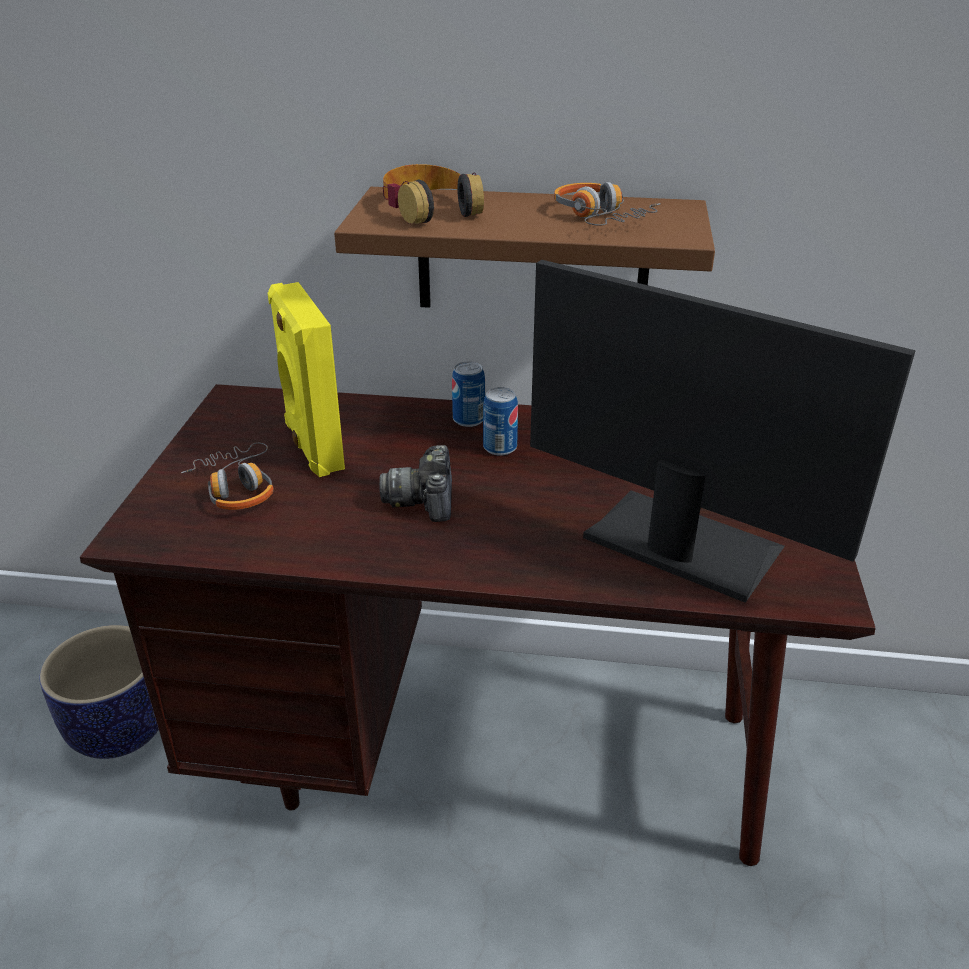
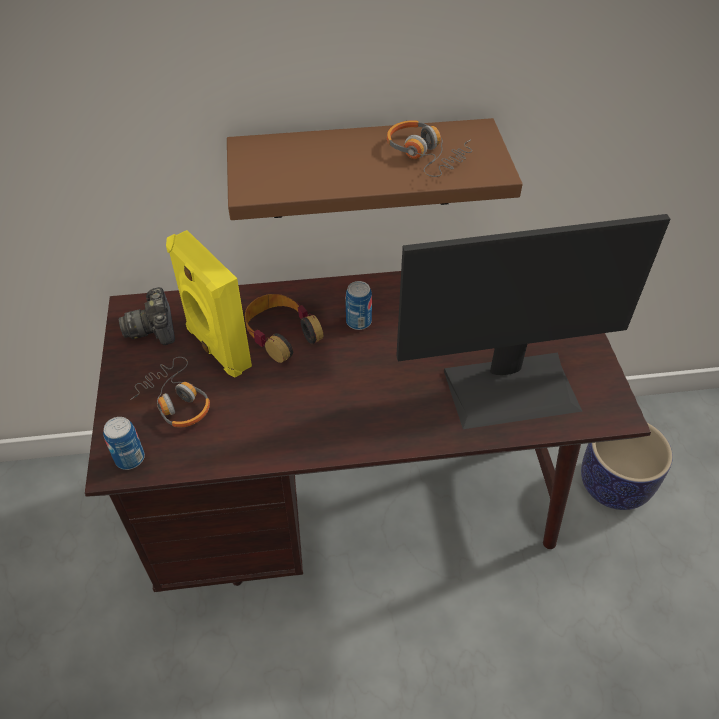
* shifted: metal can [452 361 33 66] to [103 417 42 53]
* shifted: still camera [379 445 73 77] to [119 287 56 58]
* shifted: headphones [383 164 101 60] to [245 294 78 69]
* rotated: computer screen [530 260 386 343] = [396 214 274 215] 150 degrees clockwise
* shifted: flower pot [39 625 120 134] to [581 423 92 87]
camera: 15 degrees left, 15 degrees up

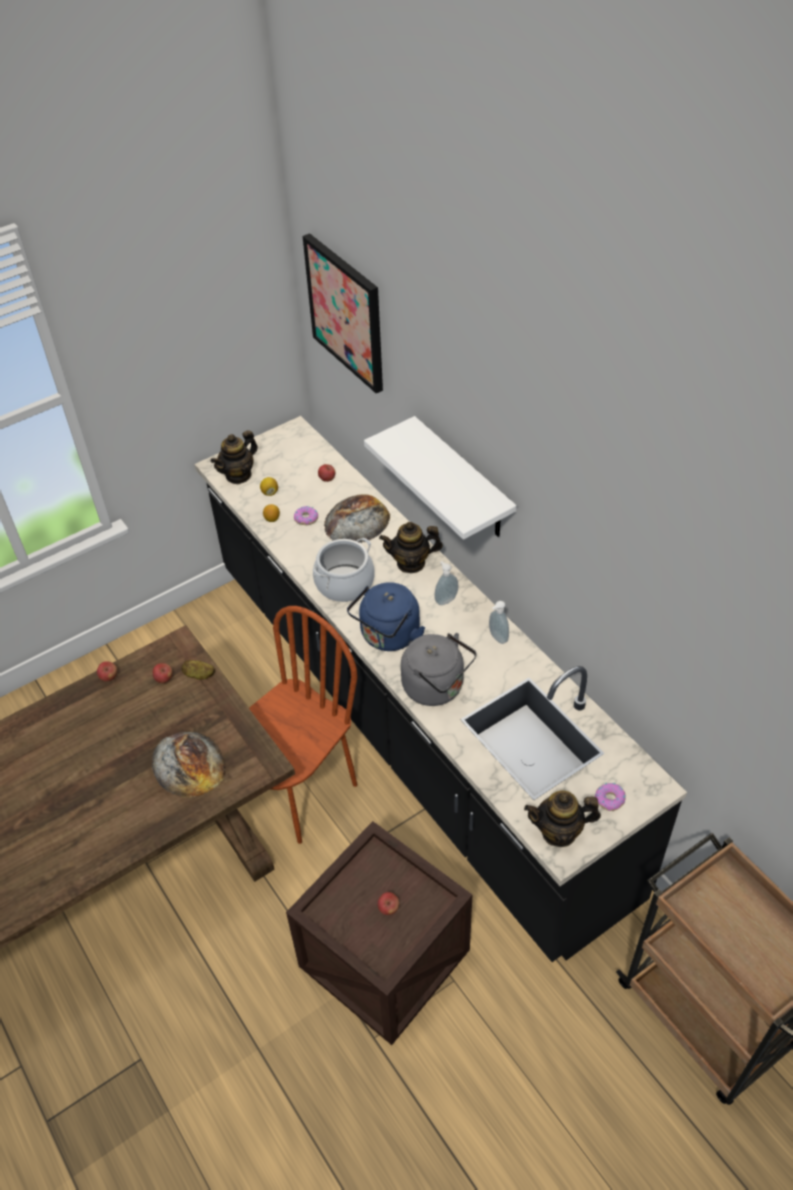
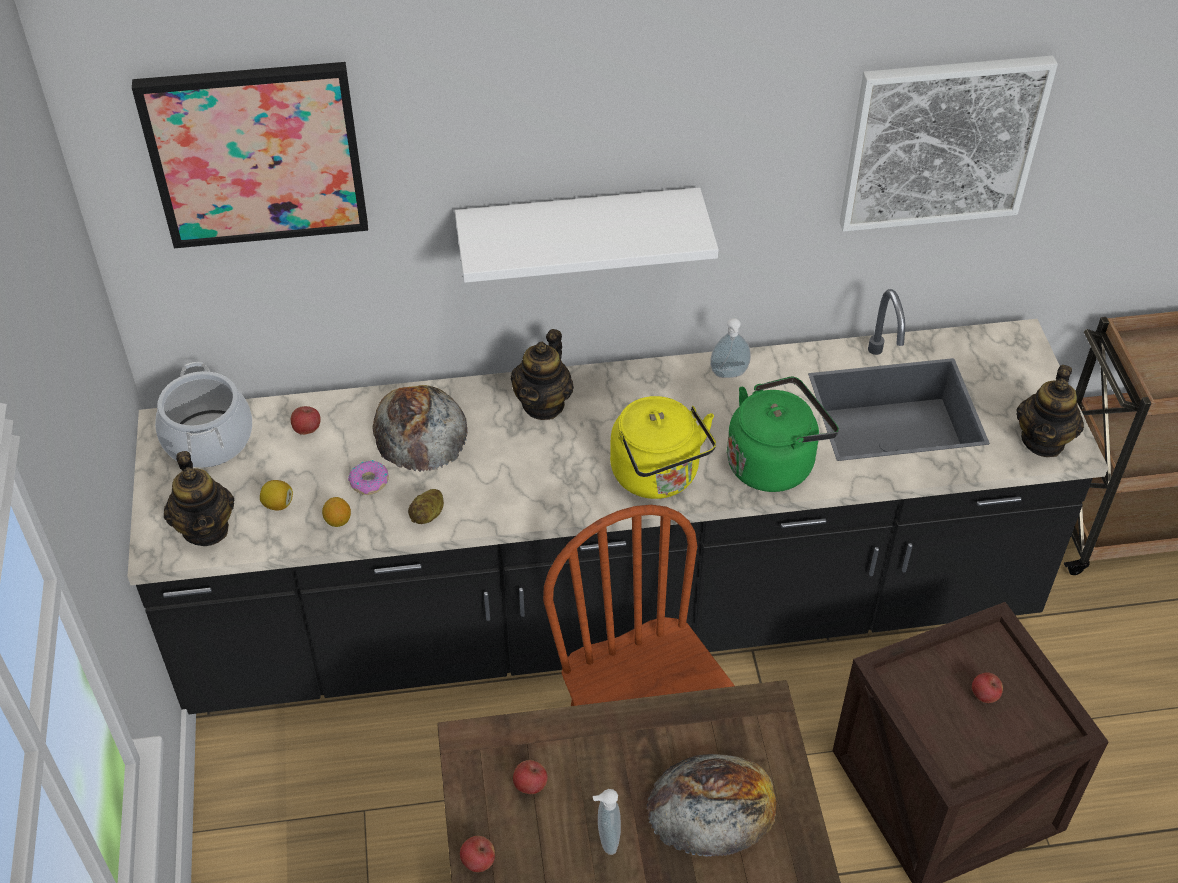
* shifted: saucepot [313 538 62 64] to [155 362 97 106]
* shifted: whole potato [181 660 34 20] to [408 489 36 35]
* shifted: liquid soap bottle [434 561 24 44] to [593 789 28 66]
* repainted: tea kettle (blue) [347 582 78 69] to tea kettle (yellow) [610 396 106 103]
* repainted: tea kettle (gray) [401 633 76 73] to tea kettle (green-coloured) [727 376 112 116]
* new: picture [840 56 218 176]
* gone: doughnut [595 783 31 28]
camera: 65 degrees left, 0 degrees up

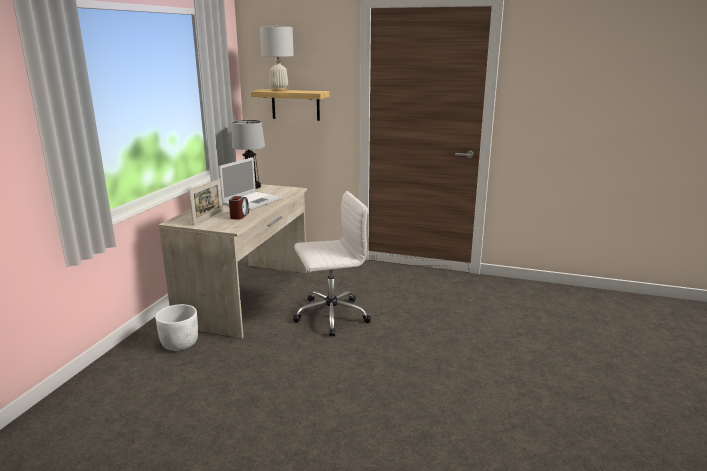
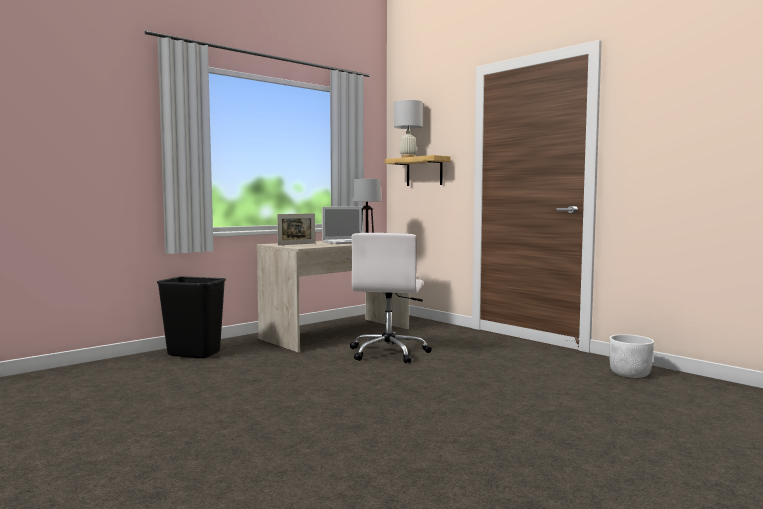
* new: trash can (black) [157 277 69 81]
* rotated: computer chair (white-coloured) [292 191 79 146] = [350 233 82 130] 90 degrees clockwise
* shifted: flower pot (white-coloured) [155 304 43 47] to [609 334 45 44]
* gone: bedside clock [229 196 20 24]
camera: 30 degrees right, 15 degrees down

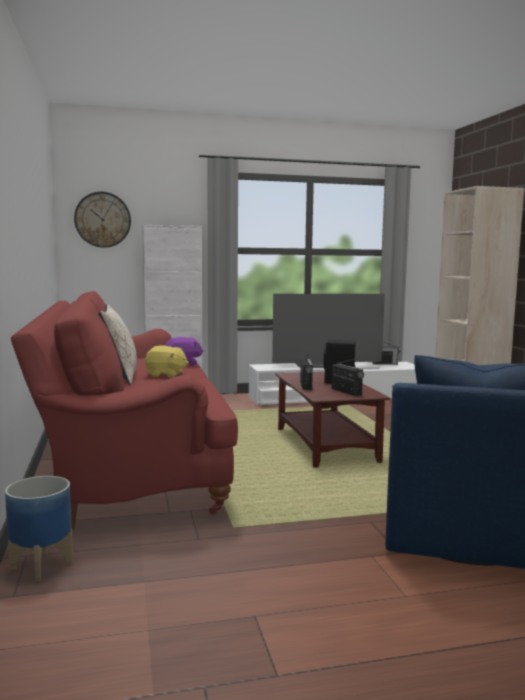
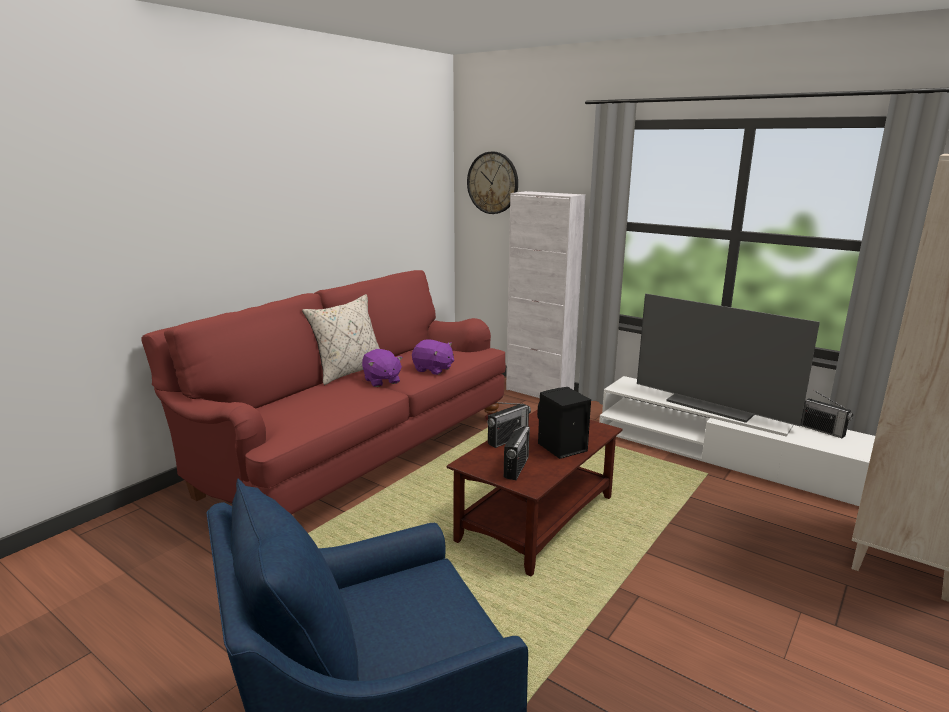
* repainted: soft toy (yellow) [145 346 44 32] to soft toy (purple-coloured) [362 349 41 38]
* gone: flower pot [5 476 68 106]
camera: 50 degrees right, 10 degrees up

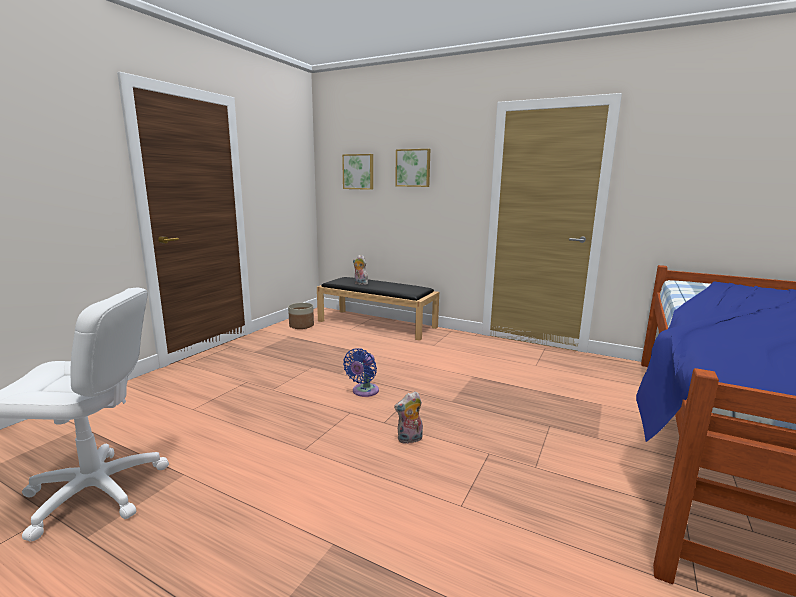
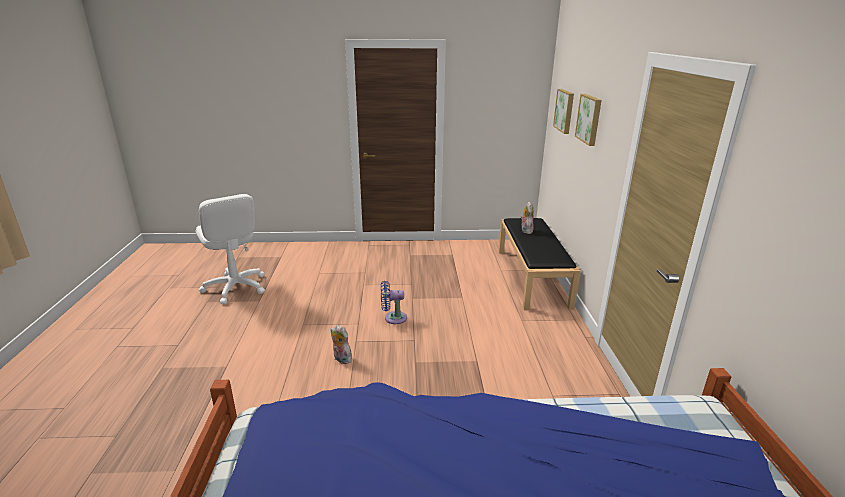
* gone: flower pot [288 303 26 26]
camera: 60 degrees right, 10 degrees up

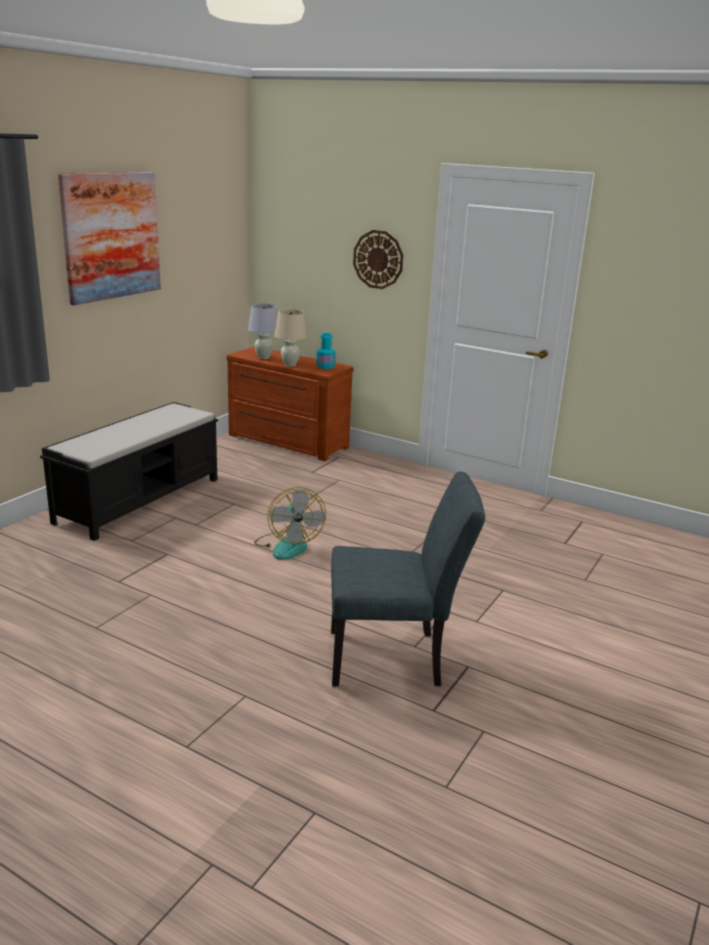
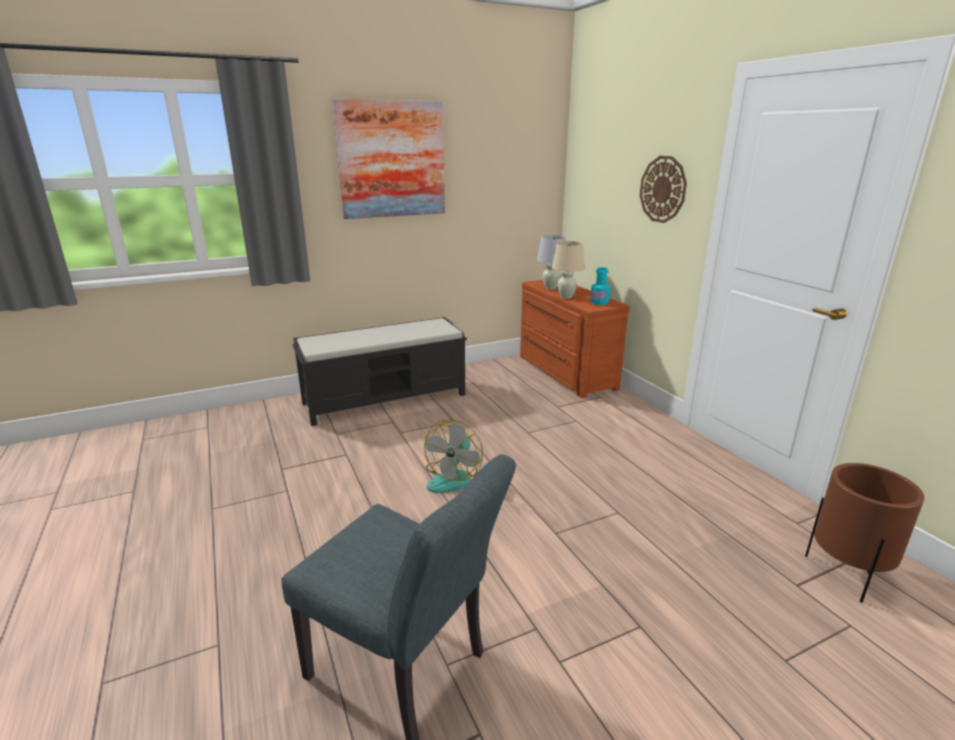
* new: flower pot (brown) [805 463 120 140]
camera: 35 degrees right, 0 degrees up

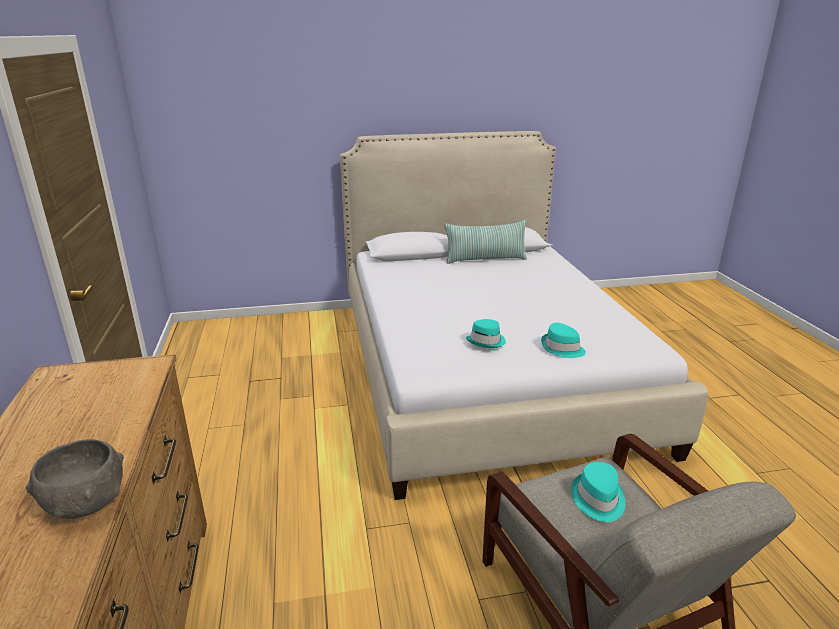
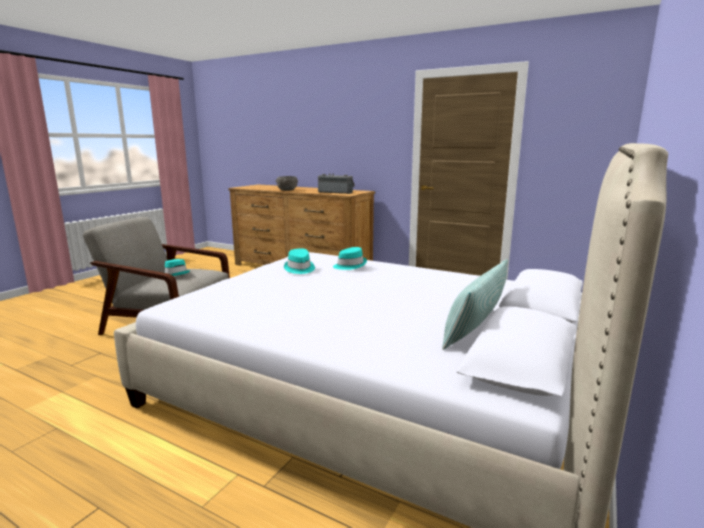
* new: radio receiver [318 173 37 21]
* shifted: wearable hat (turquoise) [541 323 45 35] to [333 247 34 23]
camera: 130 degrees right, 10 degrees down

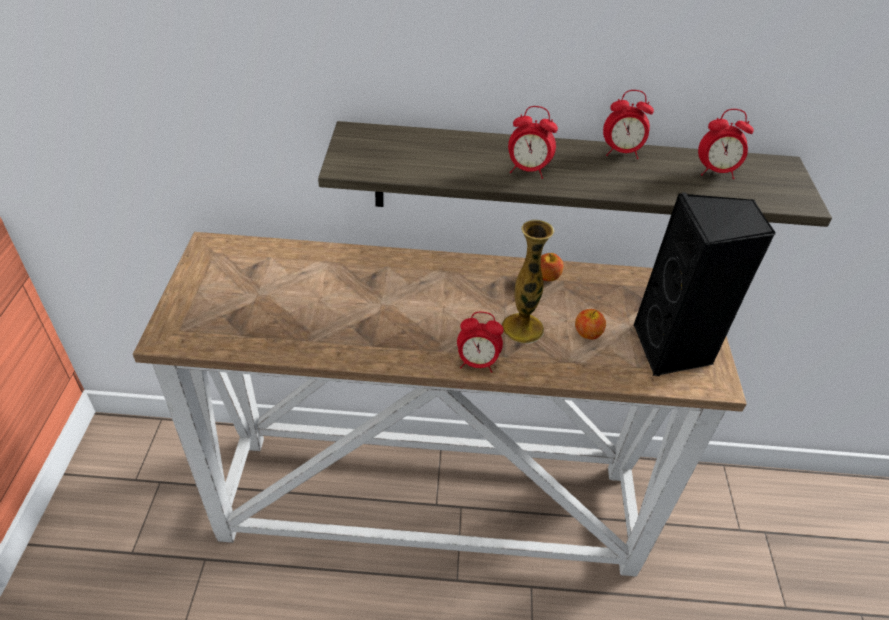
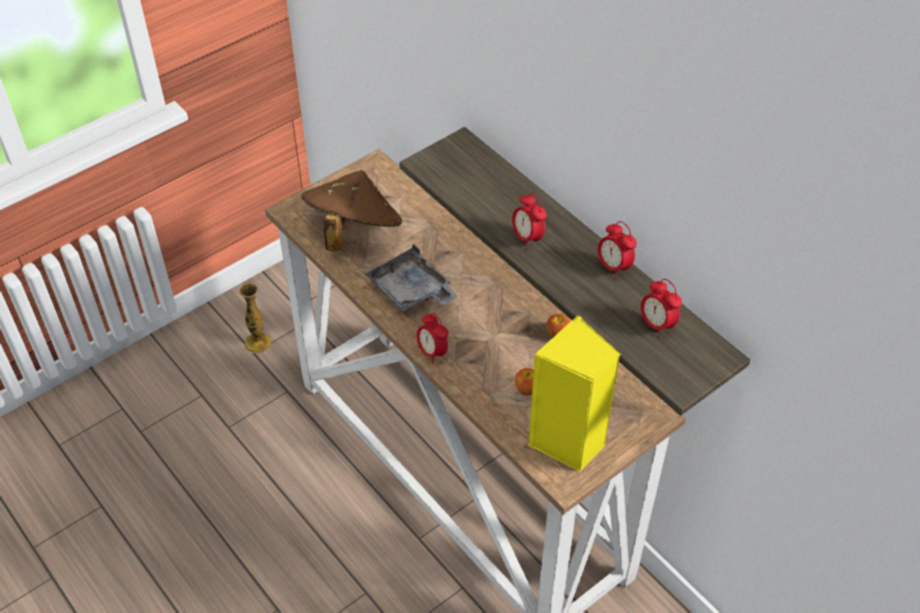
* shifted: decorative vase [501 220 54 124] to [239 283 32 70]
* new: wearable hat (brown) [301 170 101 82]
* new: carrying tray (gray) [365 244 92 67]
* repainted: loudspeaker (black) [633 193 143 183] to loudspeaker (yellow) [528 315 93 156]
camera: 50 degrees right, 5 degrees up

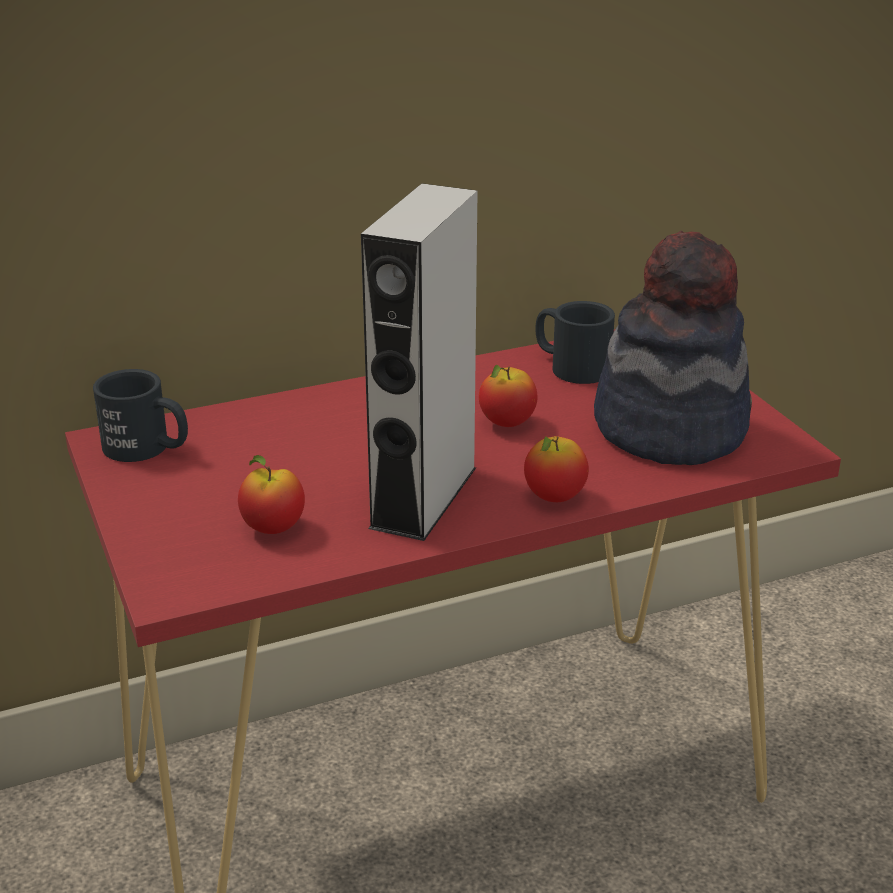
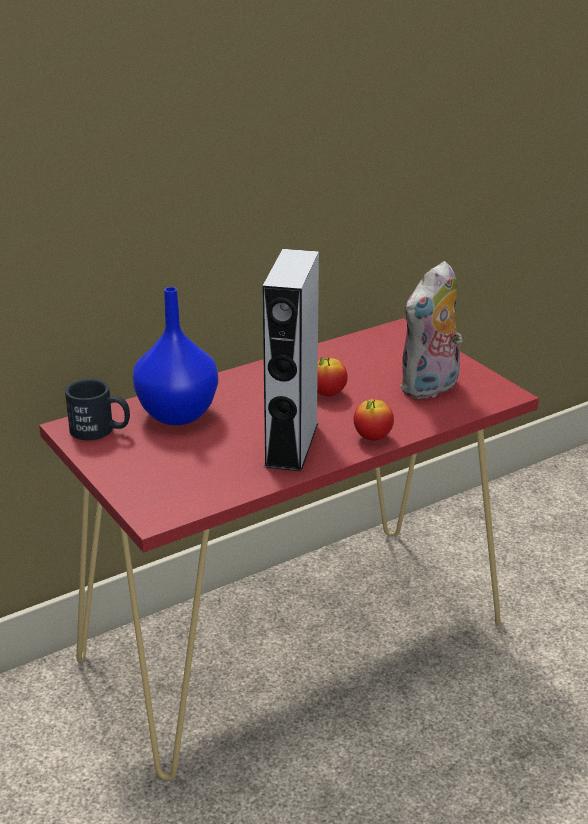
* new: decorative vase (blue) [133 287 85 138]
* swapped: wearable hat [594 230 158 235] to soft toy [400 261 63 138]
* gone: apple fruit [238 455 67 79]
* gone: coffee mug (black) [535 301 80 83]
camera: 10 degrees left, 0 degrees up

